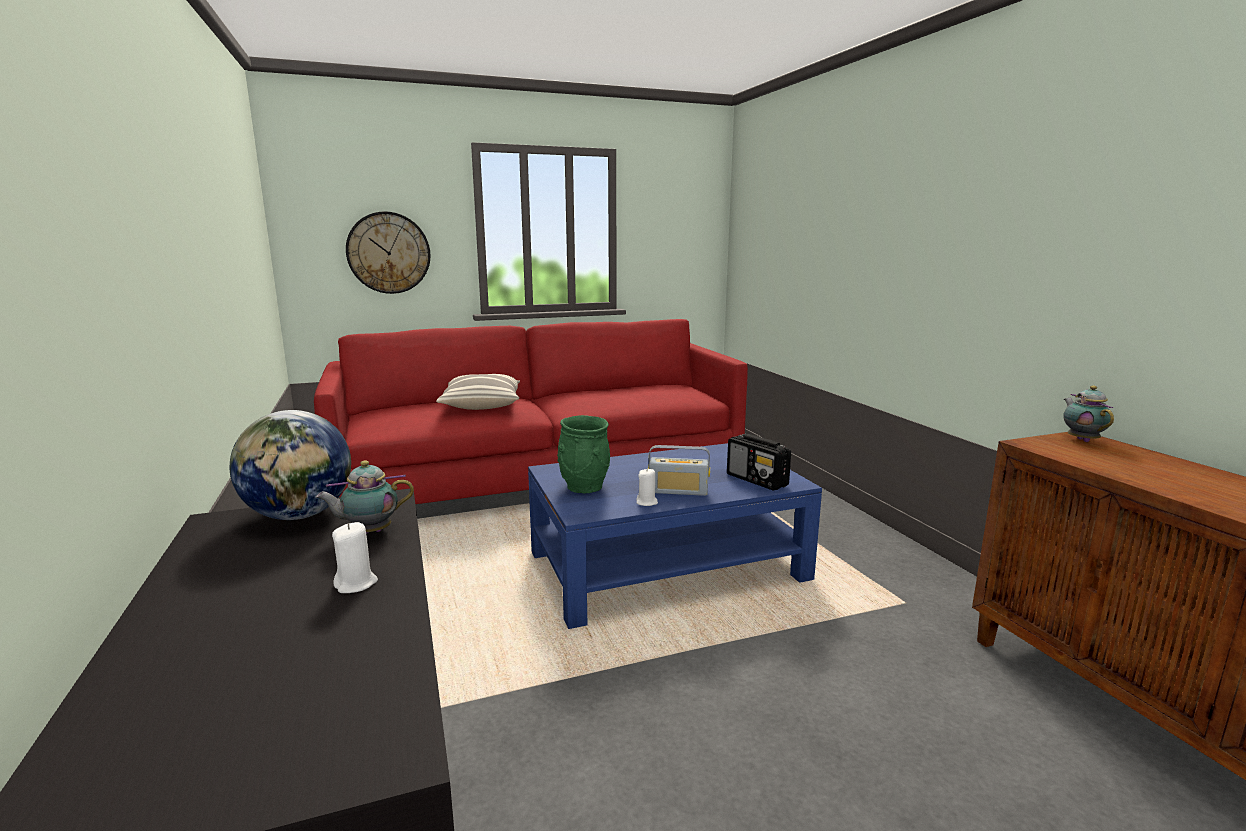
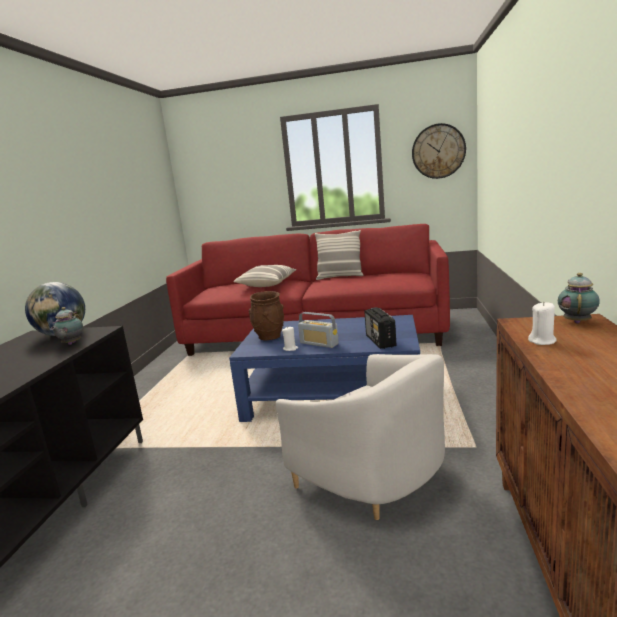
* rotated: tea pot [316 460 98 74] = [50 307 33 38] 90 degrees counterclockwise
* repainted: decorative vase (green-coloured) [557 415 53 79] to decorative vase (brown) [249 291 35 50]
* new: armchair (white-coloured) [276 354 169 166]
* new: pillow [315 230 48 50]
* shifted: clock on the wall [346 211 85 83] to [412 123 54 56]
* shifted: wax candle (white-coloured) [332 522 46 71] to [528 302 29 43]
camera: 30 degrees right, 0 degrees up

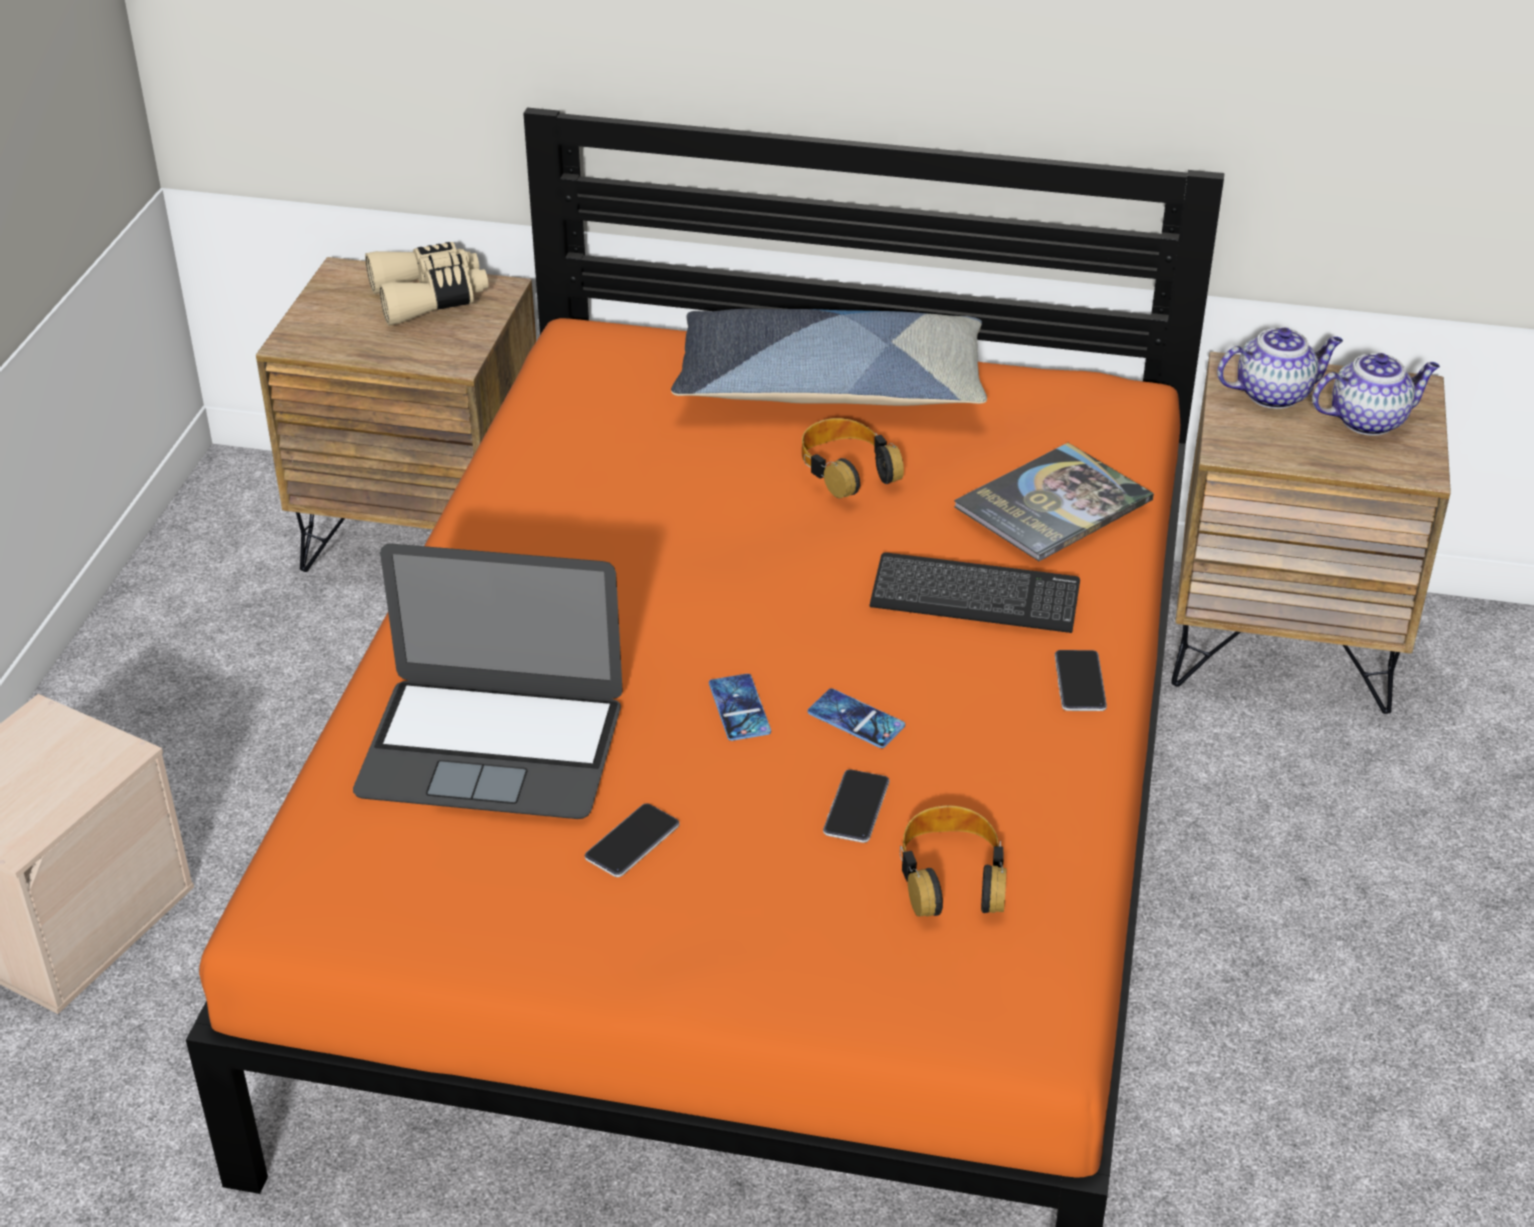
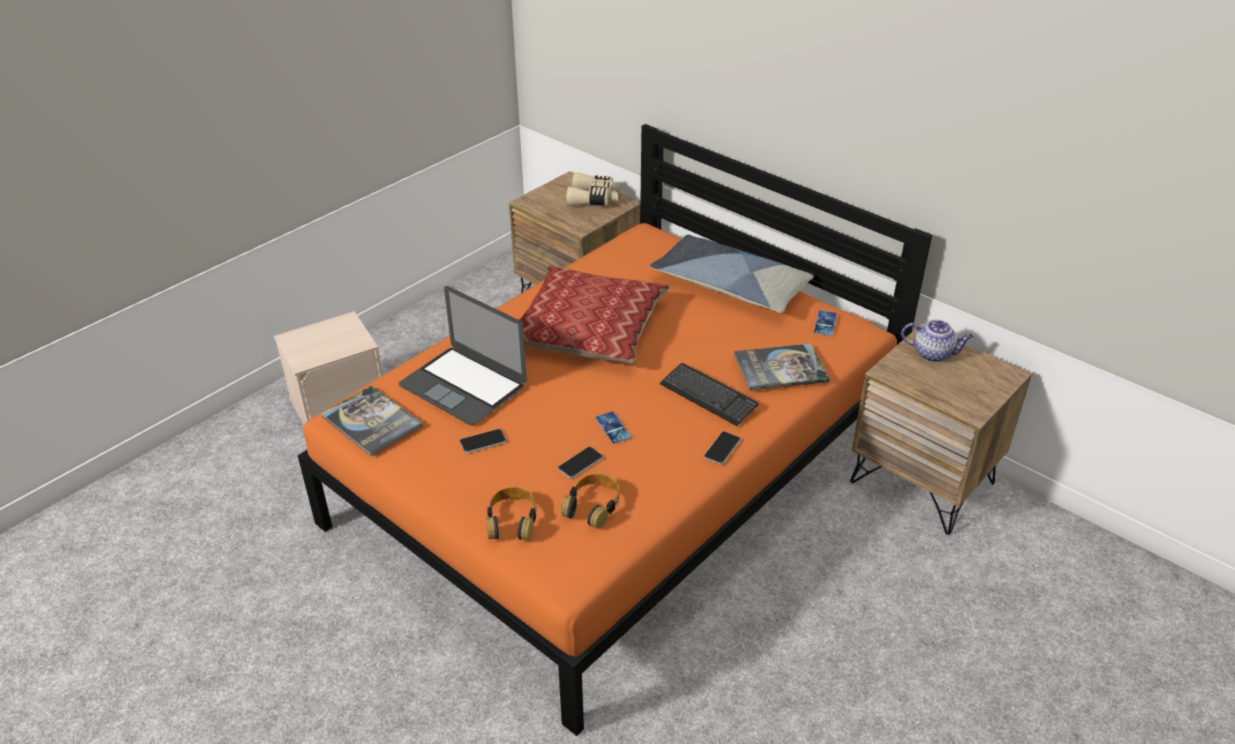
* new: book [321 386 102 70]
* shifted: headphones [802 418 102 80] to [486 487 51 53]
* new: pillow [519 266 151 98]
* shifted: telephone [709 674 62 67] to [814 310 23 26]
* gone: tea pot [1312 353 128 83]
camera: 30 degrees right, 0 degrees up

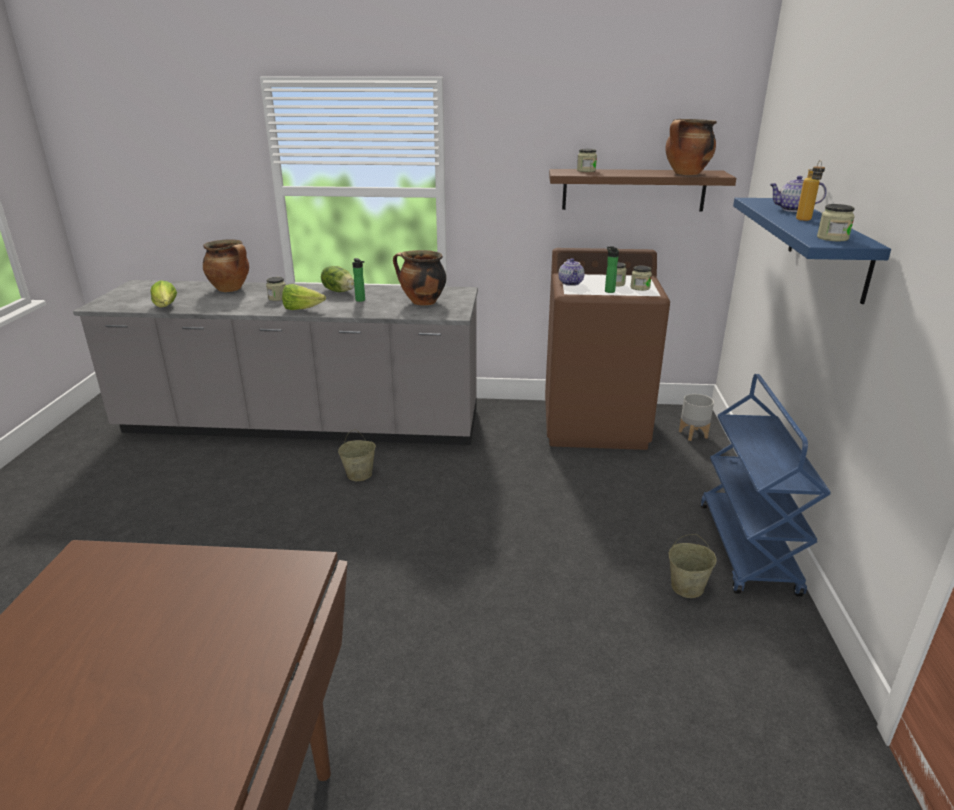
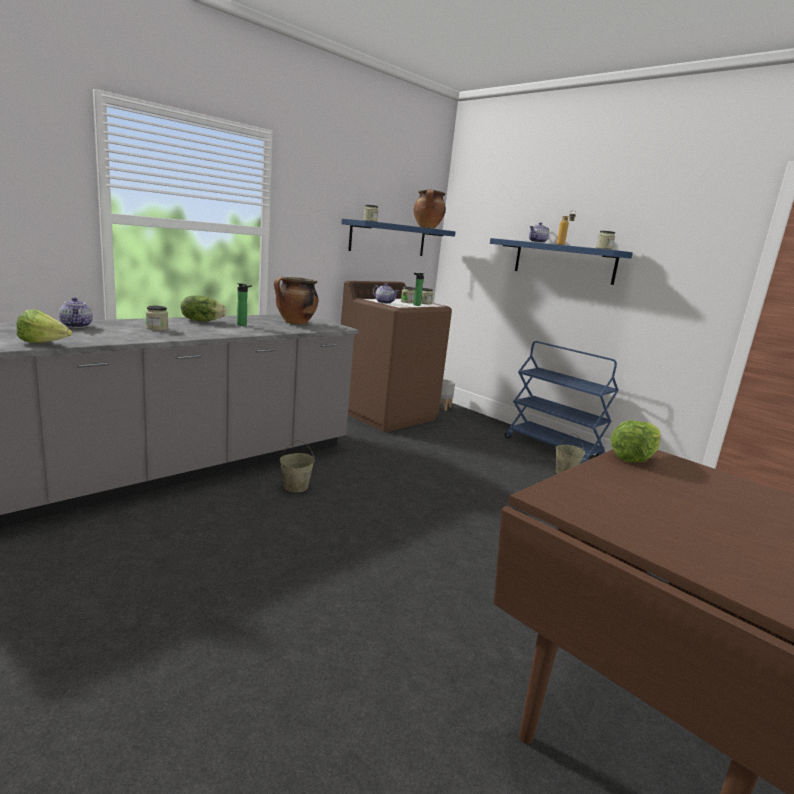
* swapped: saucepot [203 240 46 52] to tea pot [59 297 34 31]
* repainted: bracket shelf (brown) [549 169 187 43] to bracket shelf (blue) [341 218 115 38]
* shifted: head of lettuce [282 284 44 26] to [610 420 51 43]
camera: 50 degrees left, 10 degrees down

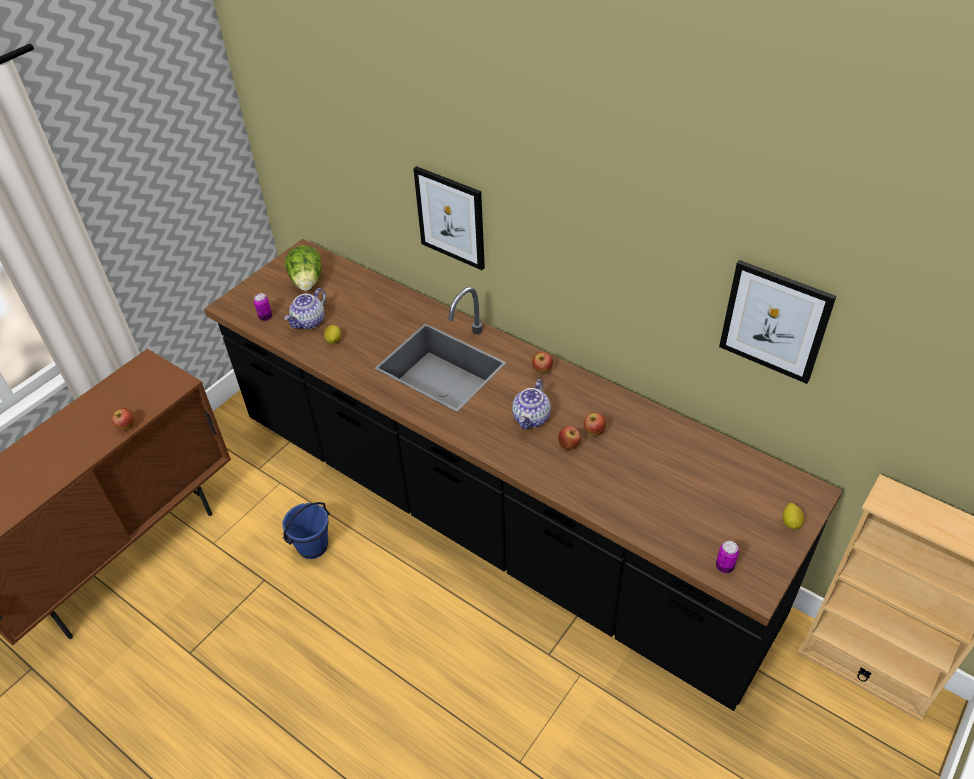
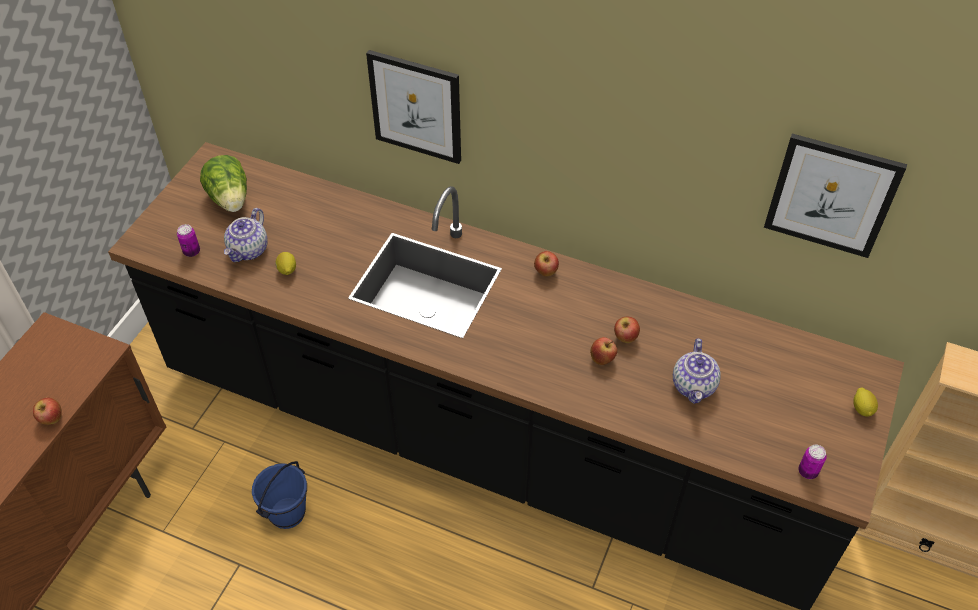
* shifted: tea pot [512 379 39 50] to [673 338 48 66]
camera: 15 degrees left, 5 degrees up

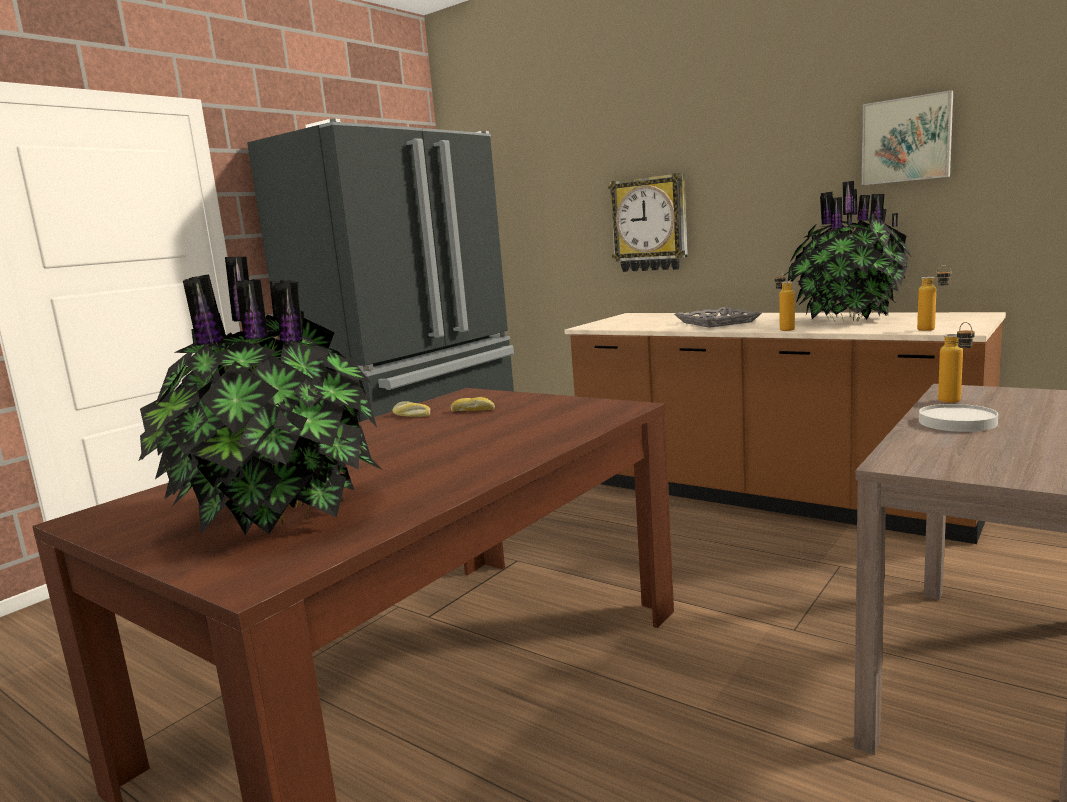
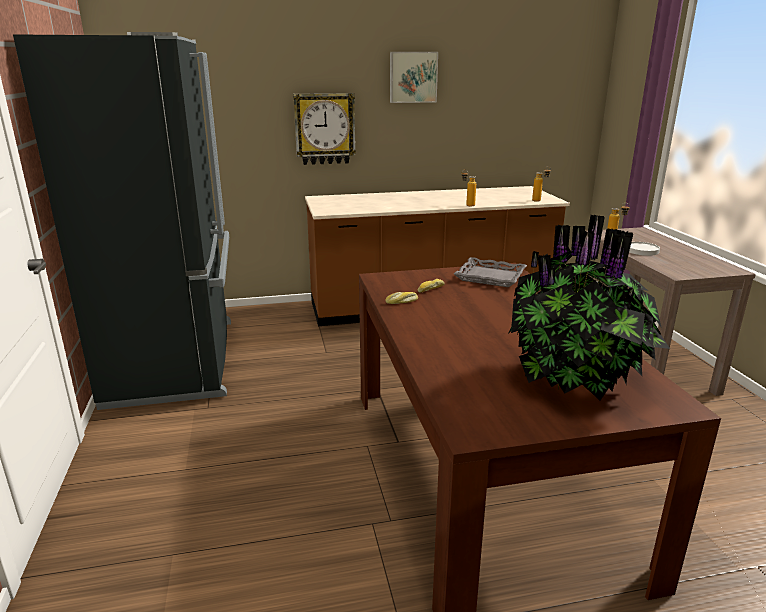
* shifted: picture [862 90 91 95] to [390 52 48 51]
* shifted: carrying tray (gray) [674 307 88 21] to [454 257 73 30]
* gone: potted plant [783 181 128 141]
camera: 50 degrees left, 10 degrees up

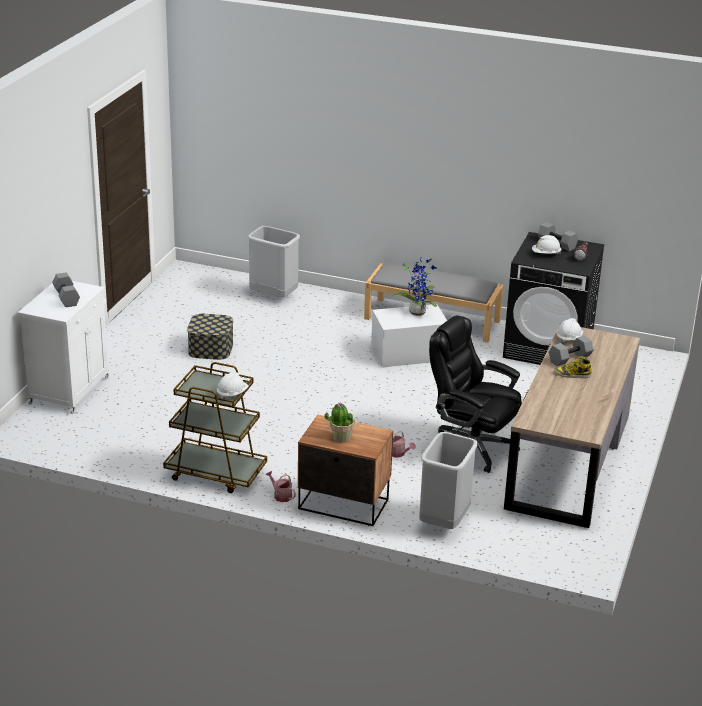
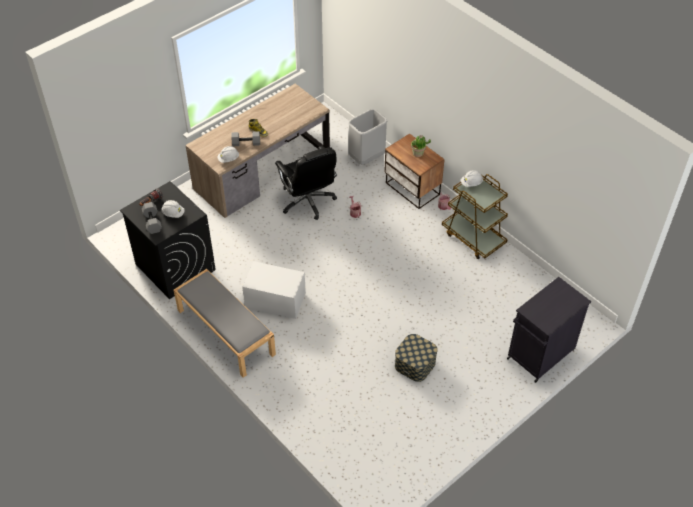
* repainted: cupboard (white-coloured) [18 281 91 133] to cupboard (black) [507 277 84 106]
* gone: free weight (gray) [52 273 28 34]
* gone: trash can (gray) [248 226 52 71]
* gone: potted plant [392 256 45 60]
camera: 150 degrees left, 20 degrees up

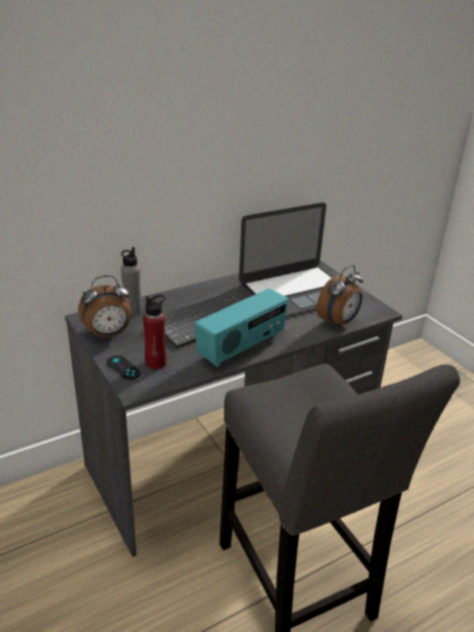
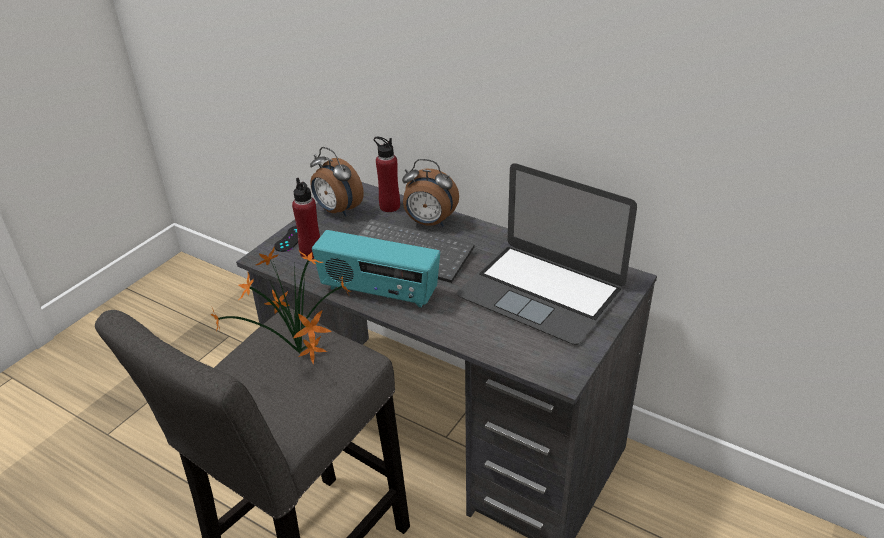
* new: potted plant [209 248 142 116]
* repainted: drink bottle (gray) [121 247 21 69] to drink bottle (red-coloured) [374 137 26 75]
* shifted: bedside clock [316 265 47 63] to [402 159 57 67]
camera: 65 degrees right, 5 degrees up

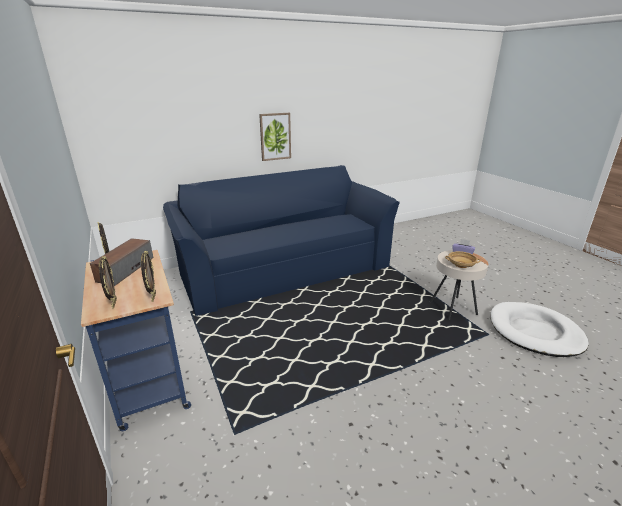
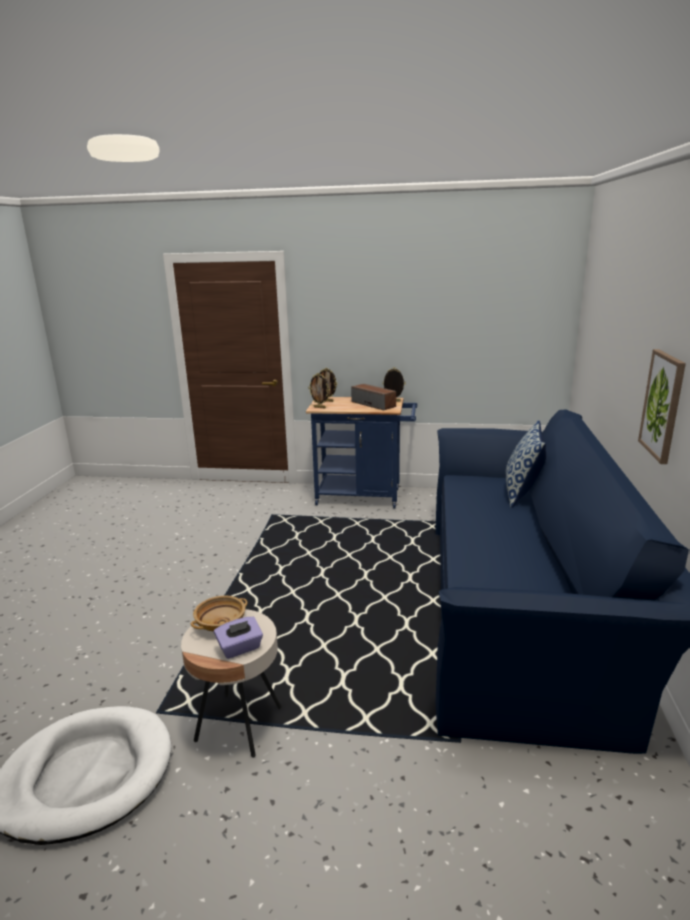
* new: pillow [506 420 40 88]
camera: 125 degrees right, 5 degrees down

